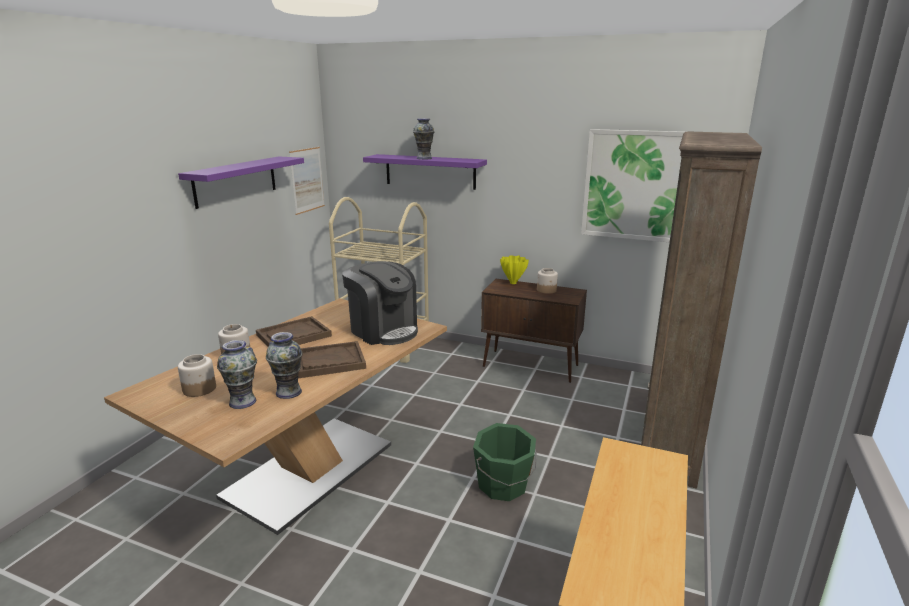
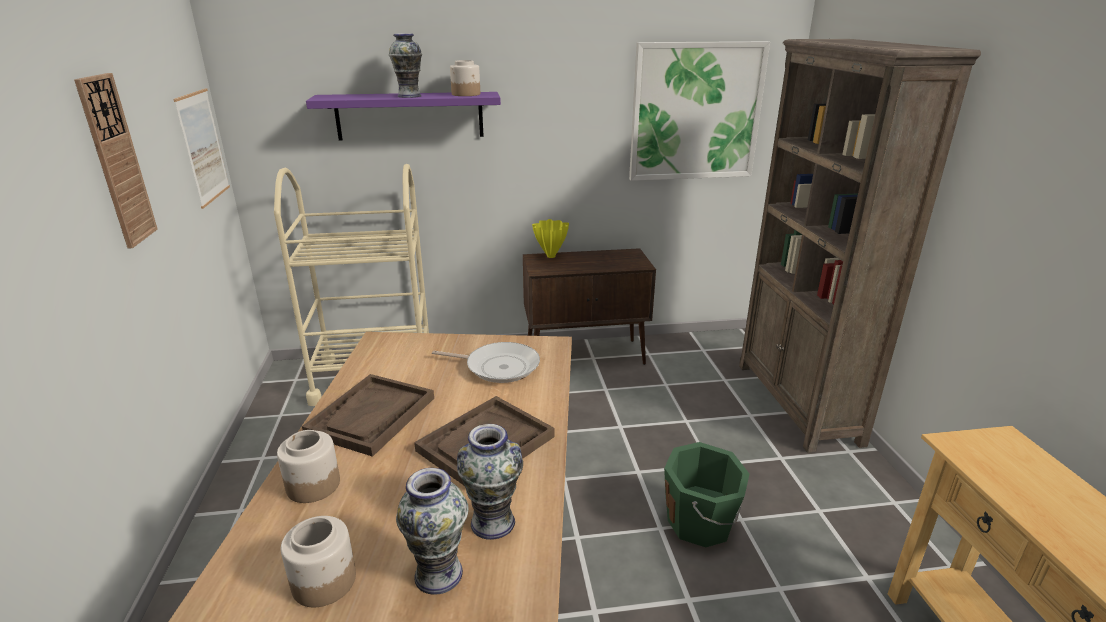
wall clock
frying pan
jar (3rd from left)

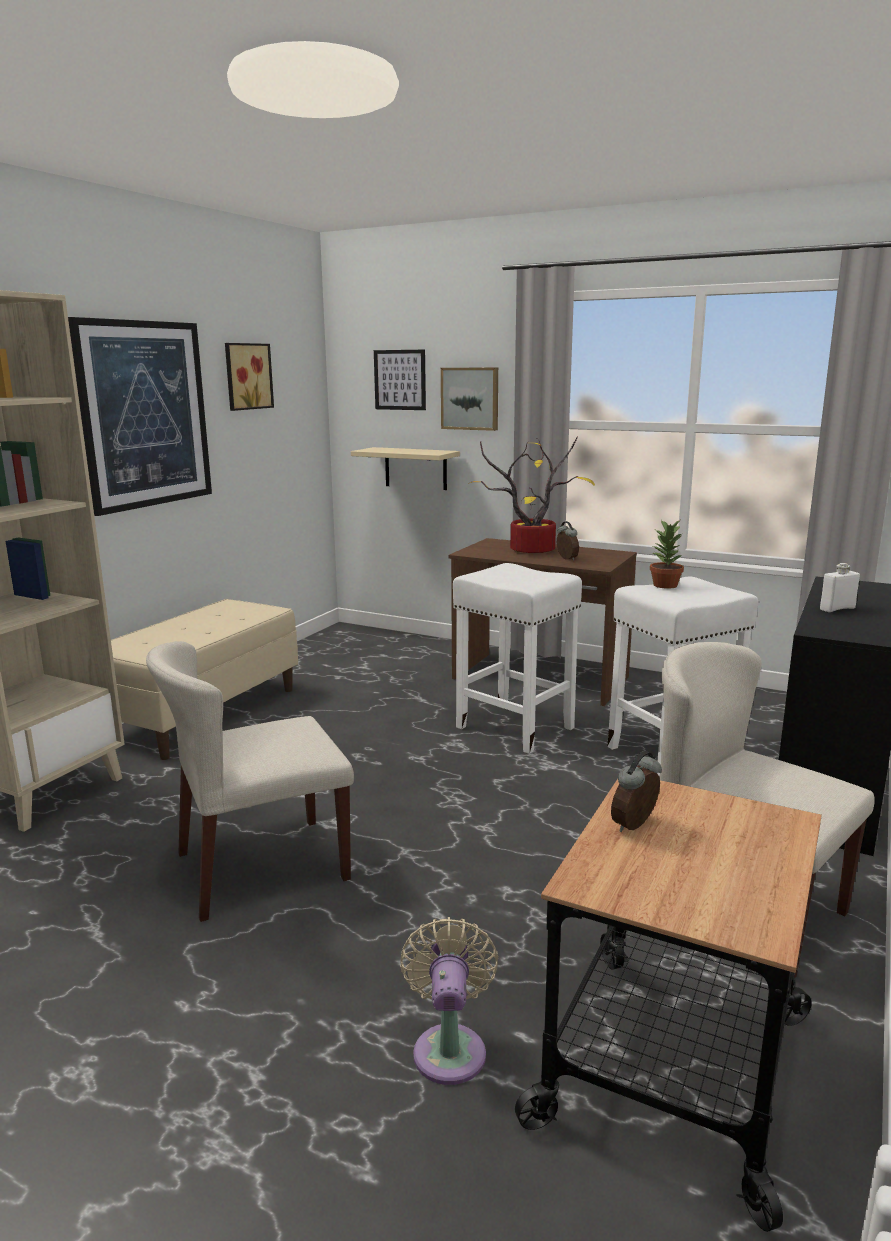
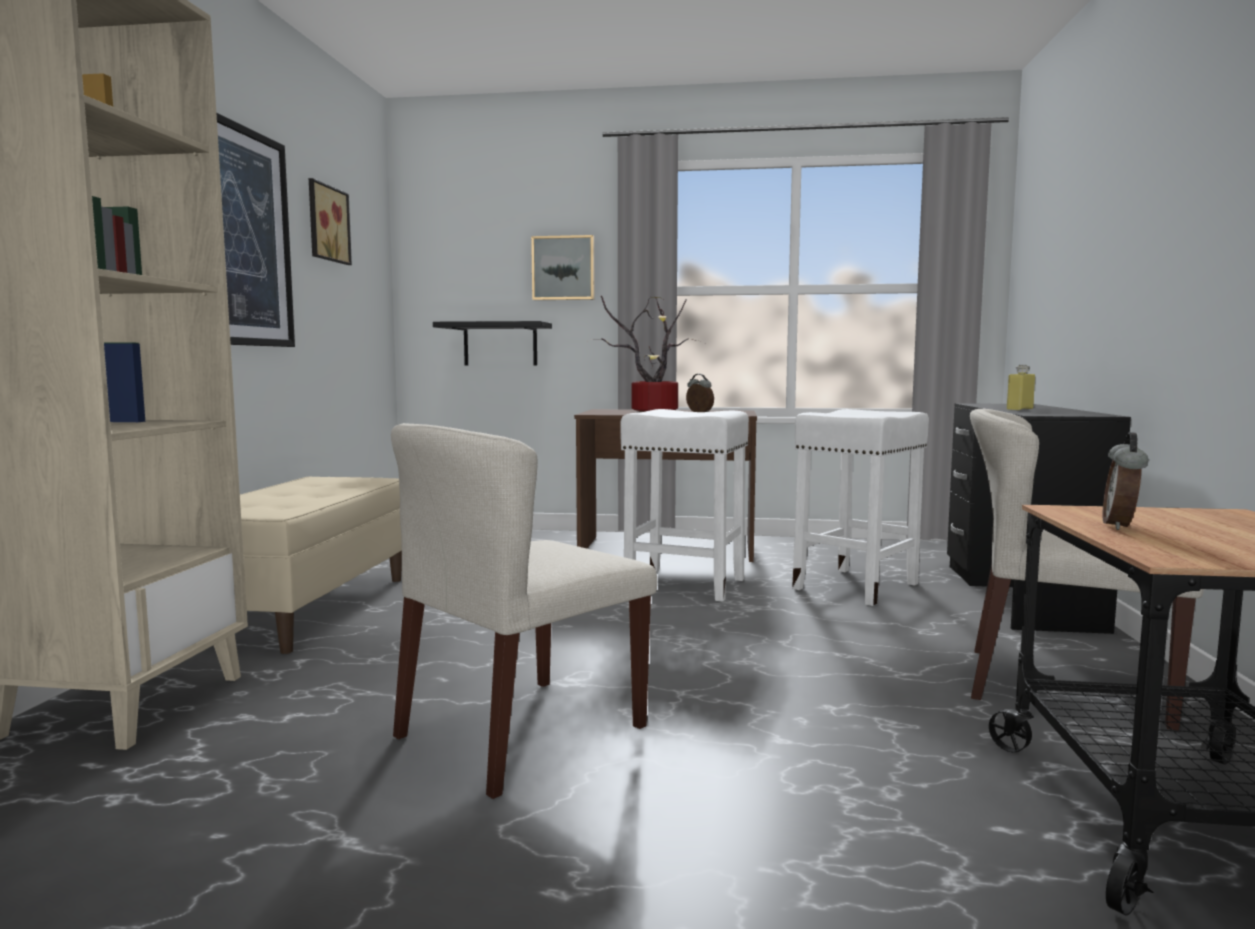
picture (3rd from left in the first image)
shelf (black)
potted plant (2nd from left in the first image)
bottle (yellow)
fan (beige)

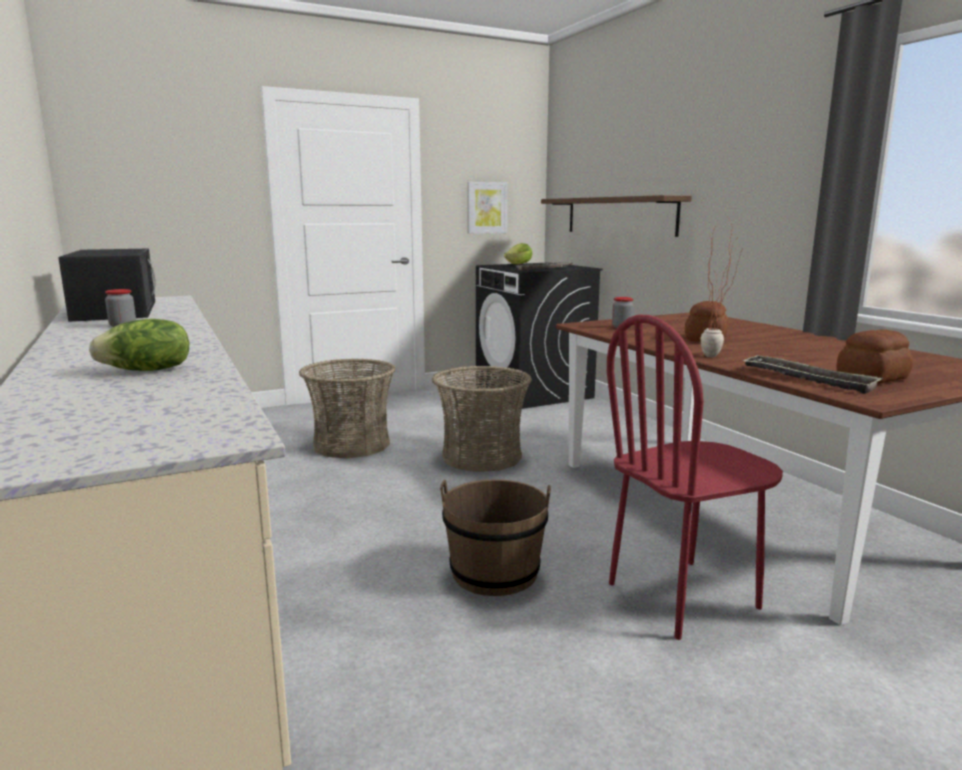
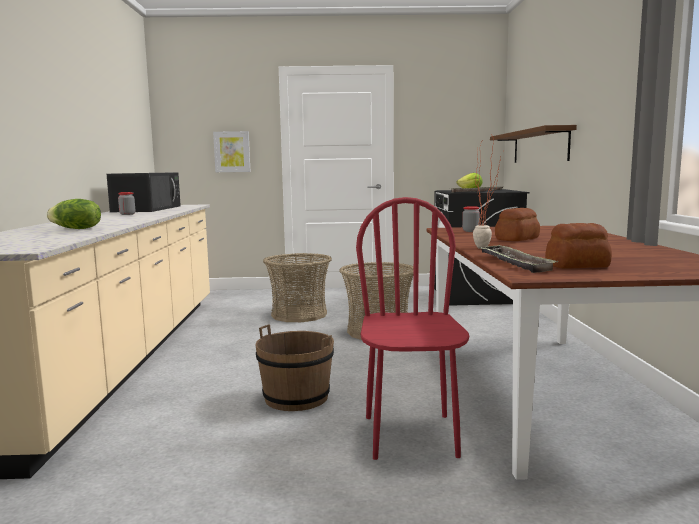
picture
chair (red)

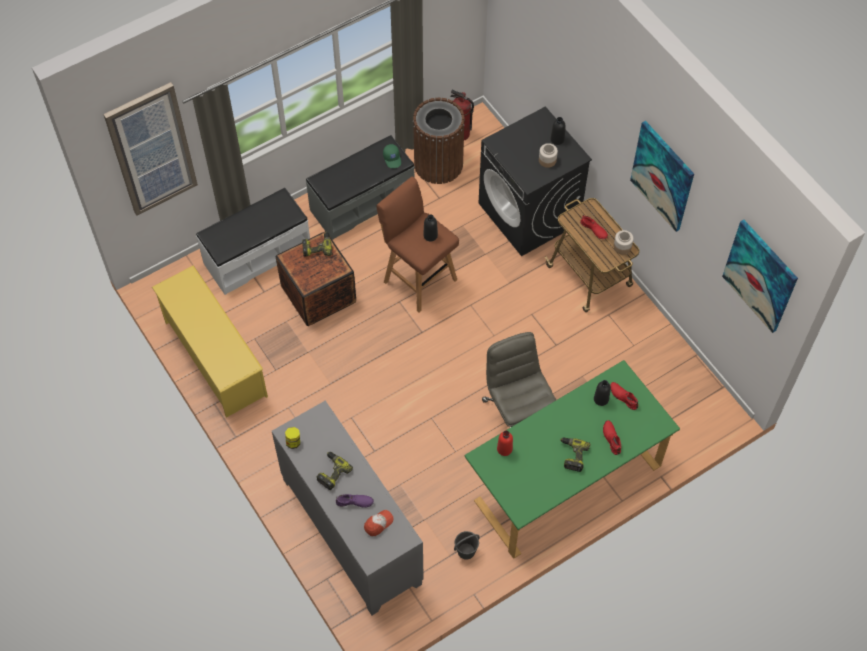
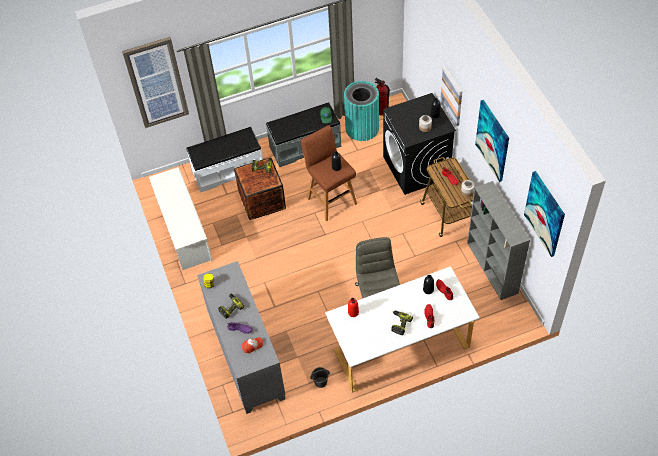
trash can (turquoise)
shoe rack (white)
desk (white)
picture (2nd from left)
bookcase (grey)

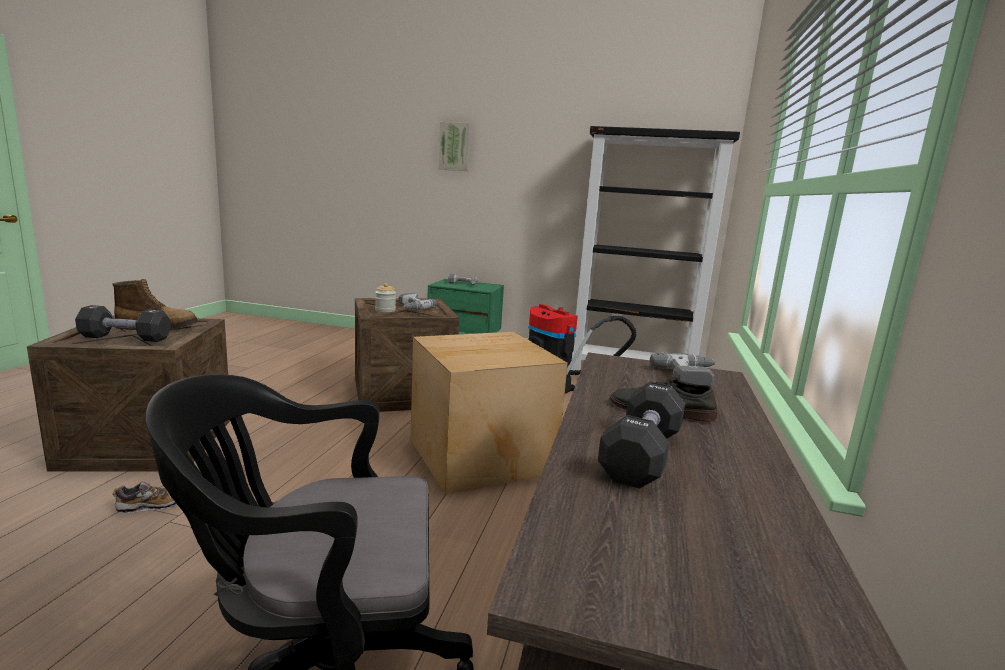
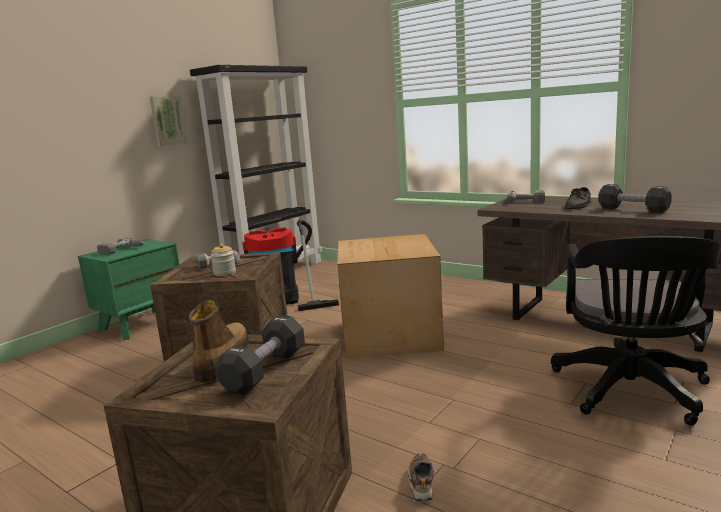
picture

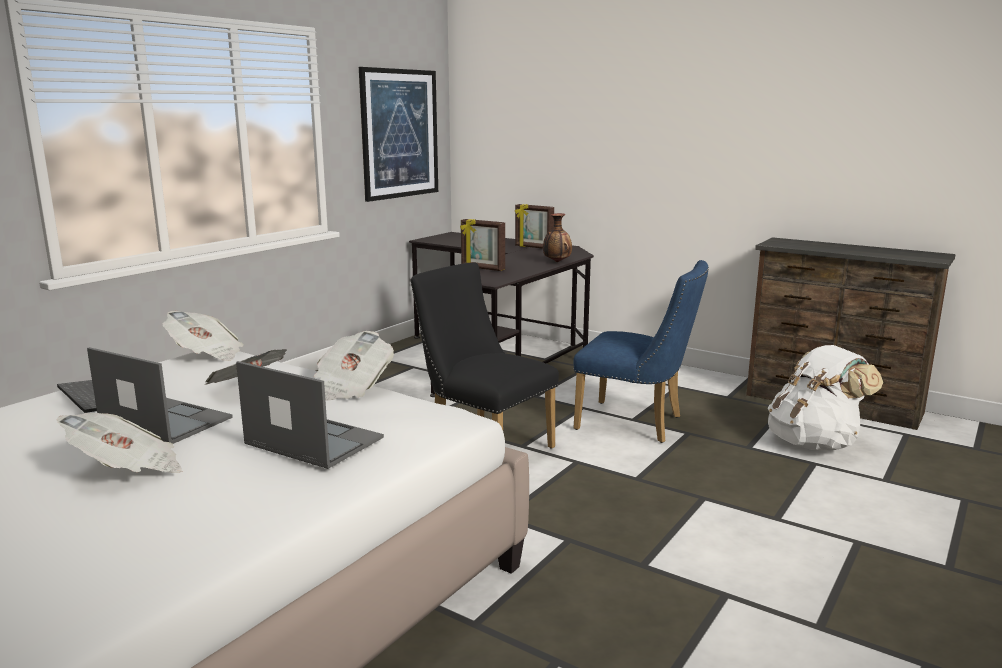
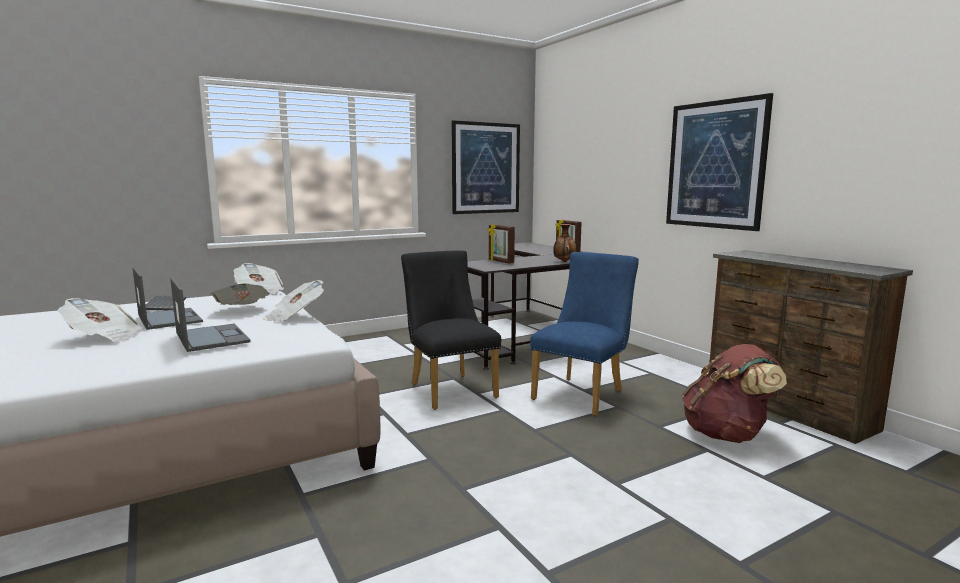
chair (blue)
backpack (brown)
picture (2nd from left)

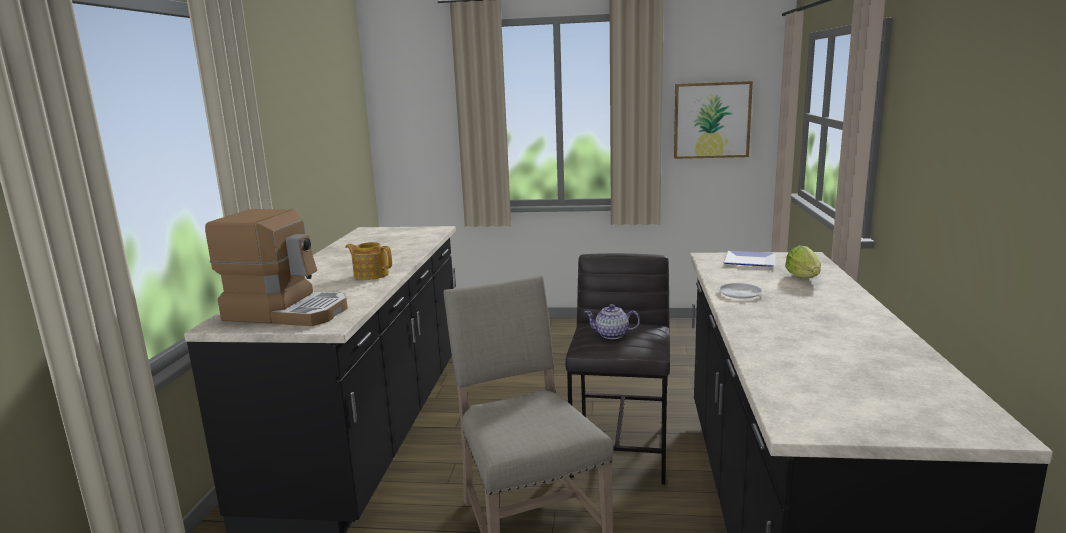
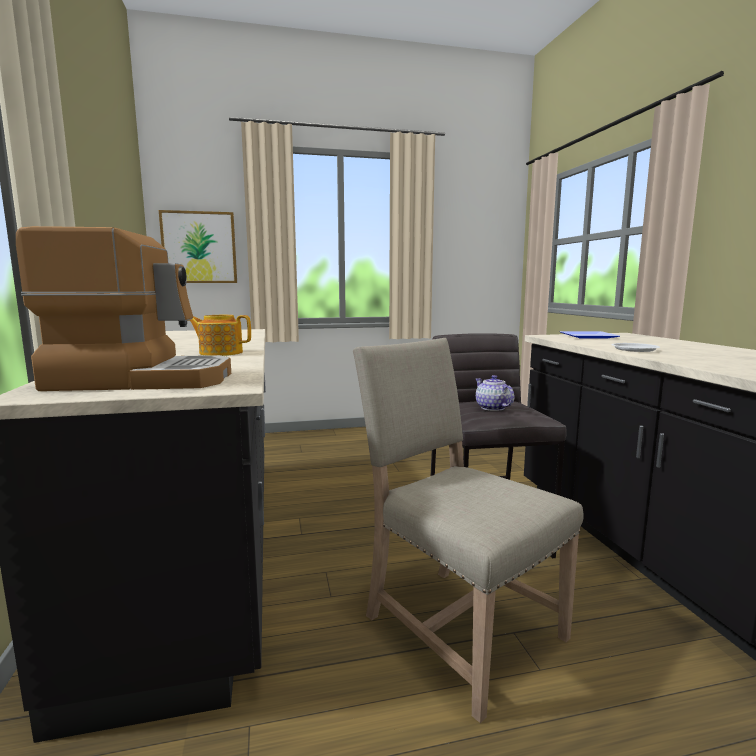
picture
lettuce
teapot (2nd from left)

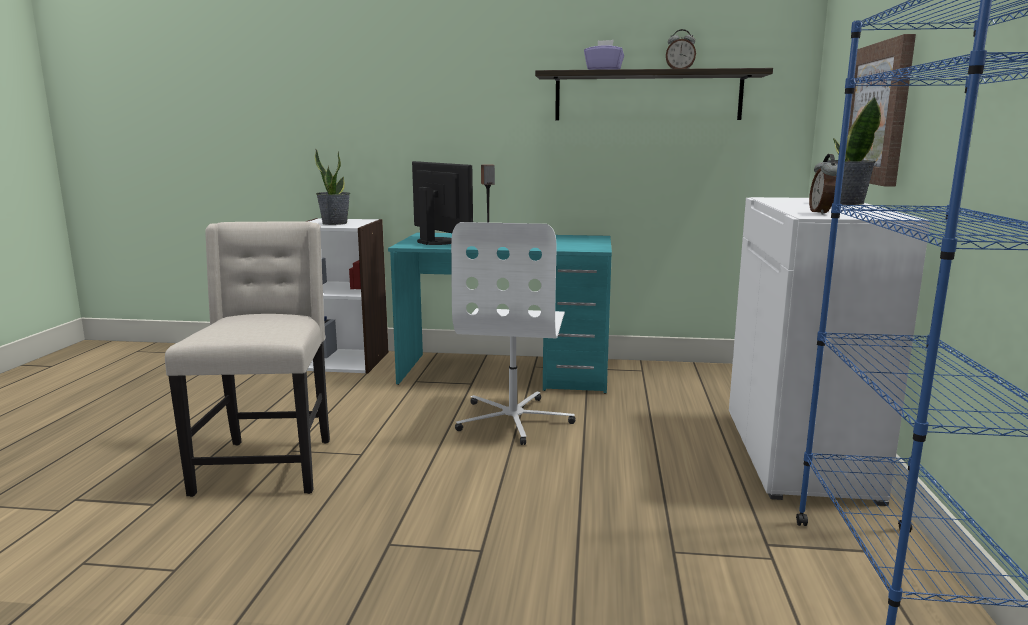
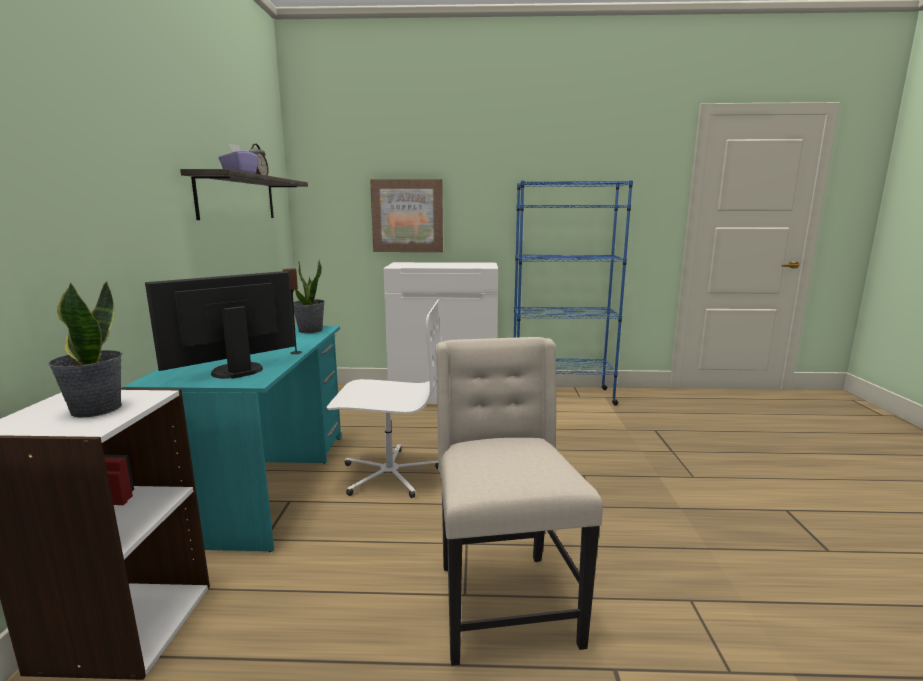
potted plant (2nd from left)
alarm clock (2nd from left in the first image)
chair (beige)

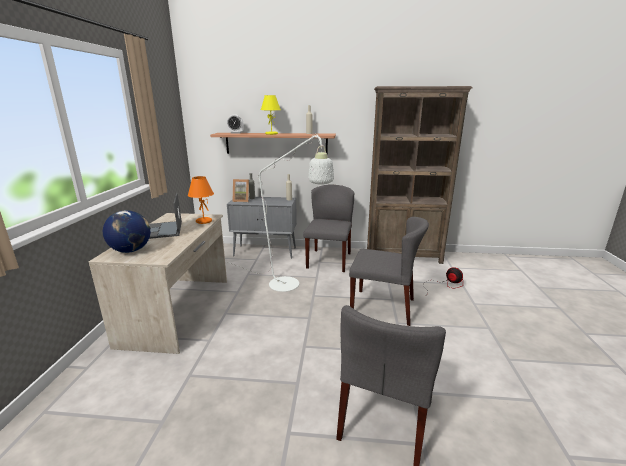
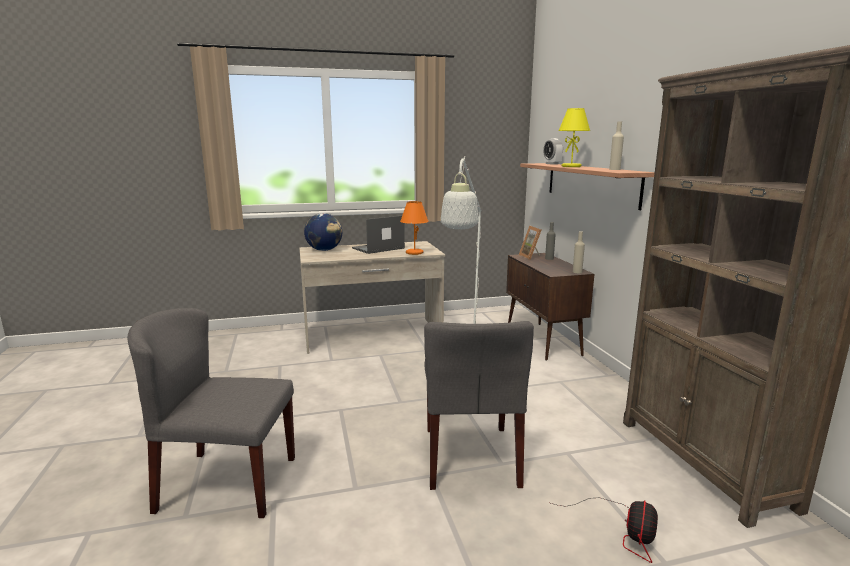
chair (grey) (1st from left in the first image)
cabinet (brown)

